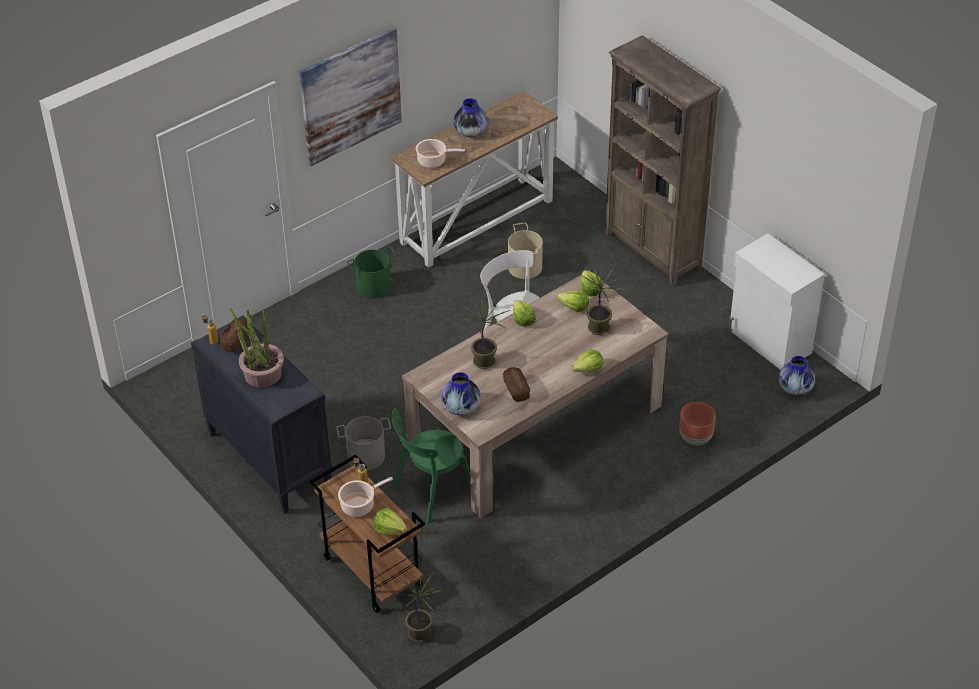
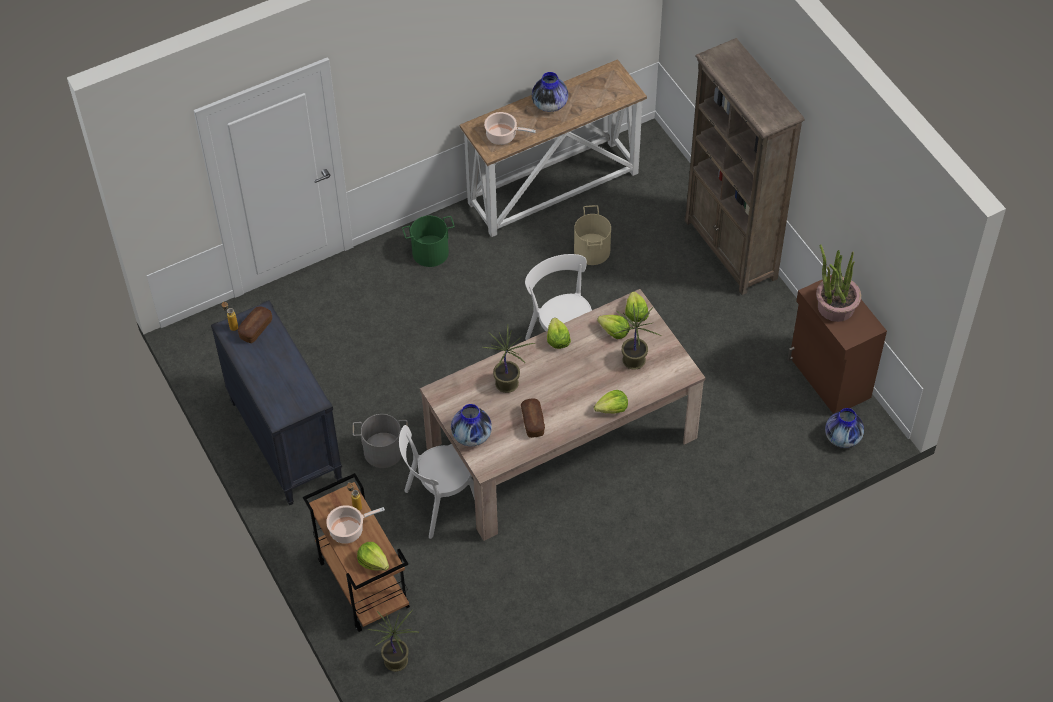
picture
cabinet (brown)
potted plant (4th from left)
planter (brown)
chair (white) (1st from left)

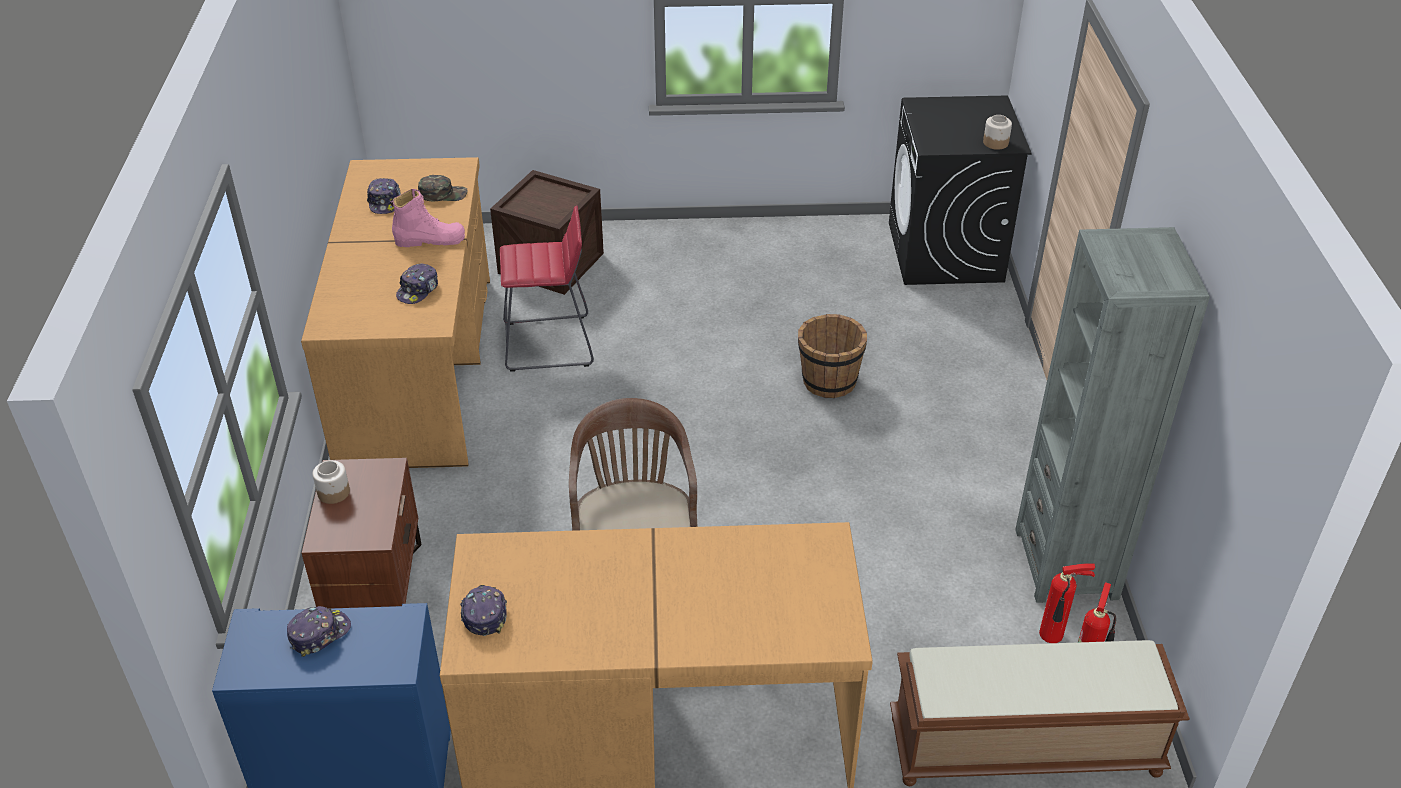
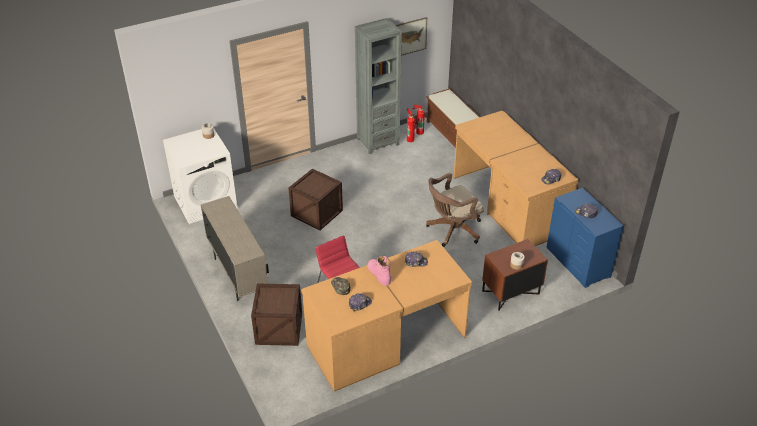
washing machine (white)
crate (2nd from left)
picture
cabinet (beige)

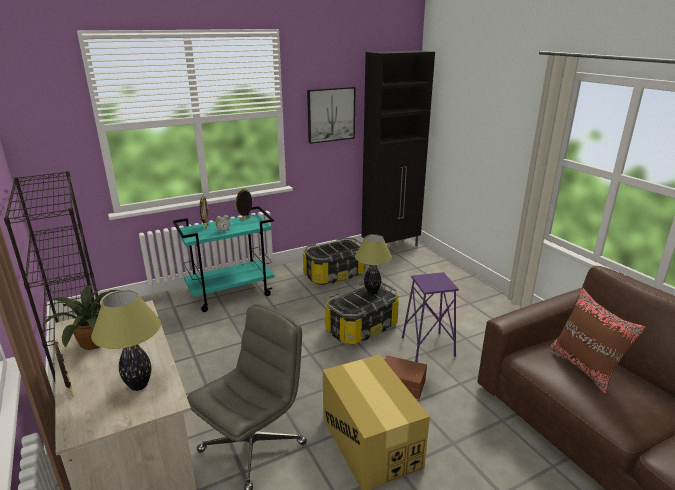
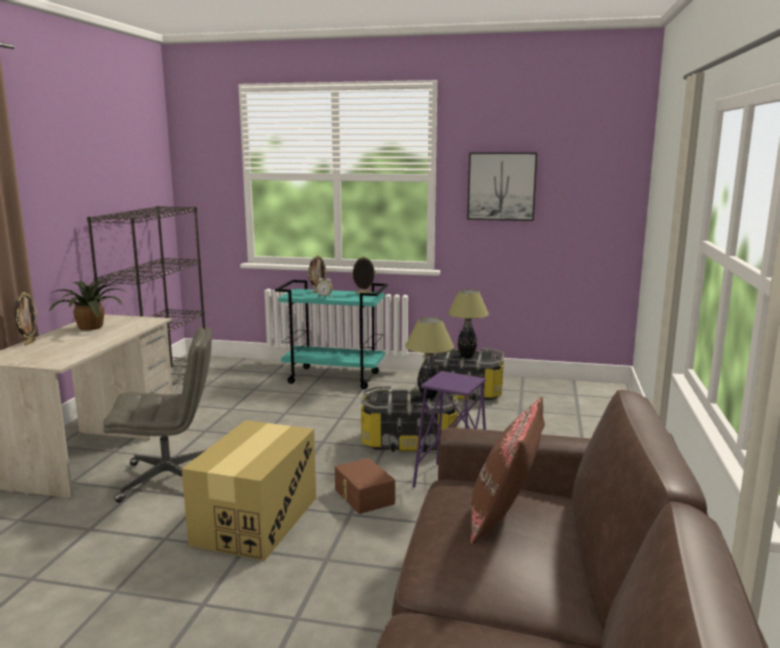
cabinet (black)
table lamp (2nd from left)

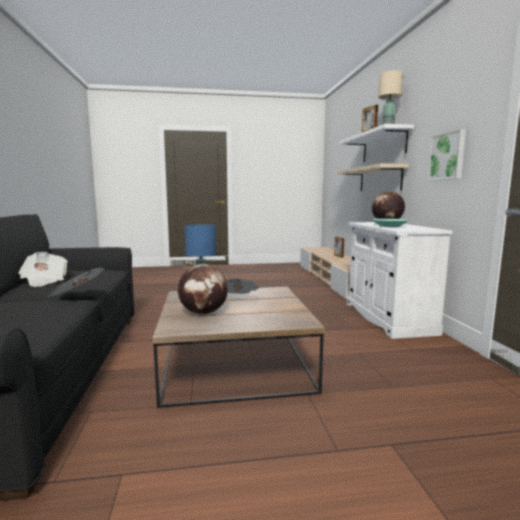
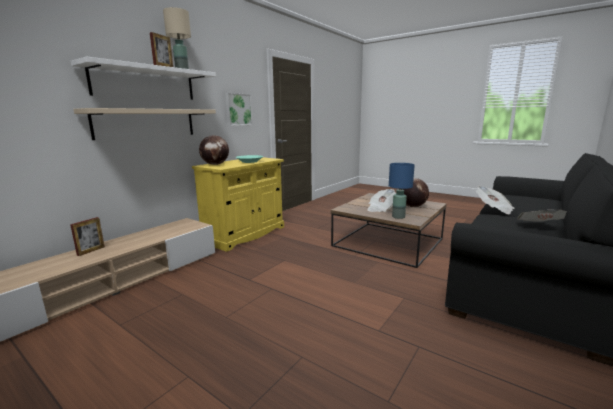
cabinet (yellow)

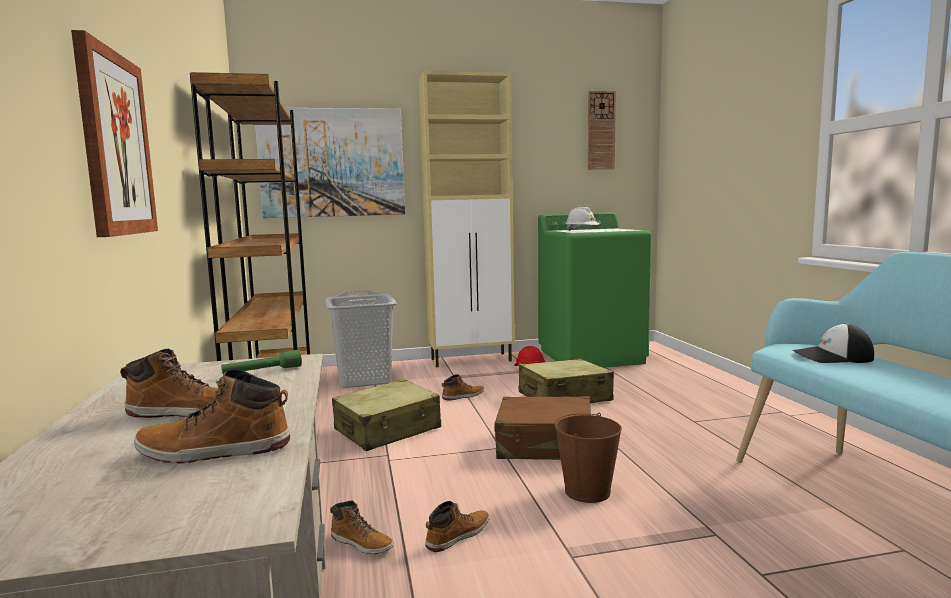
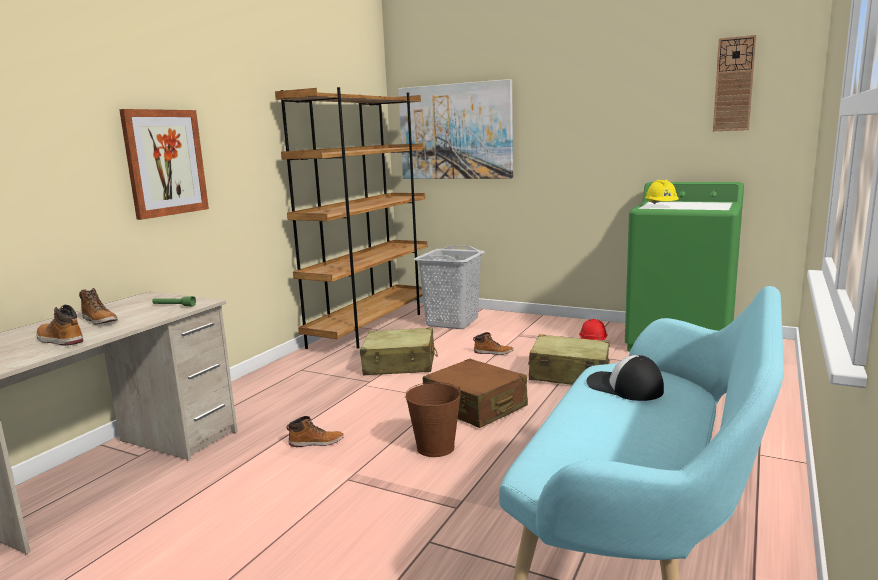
cabinet (beige)
hard hat (yellow)
boot (3rd from left in the first image)

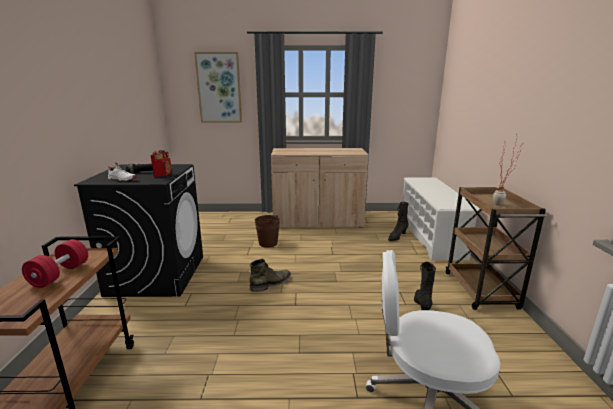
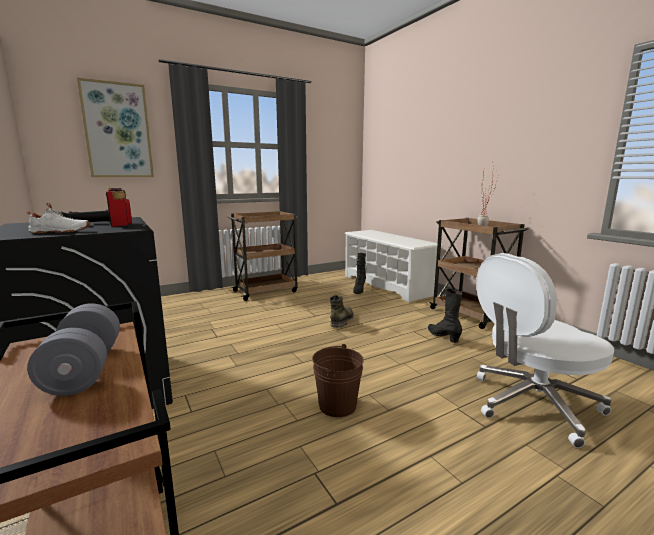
cart (brown) (2nd from left)
bucket (brown)
dumbbell (grey)
boot (green)

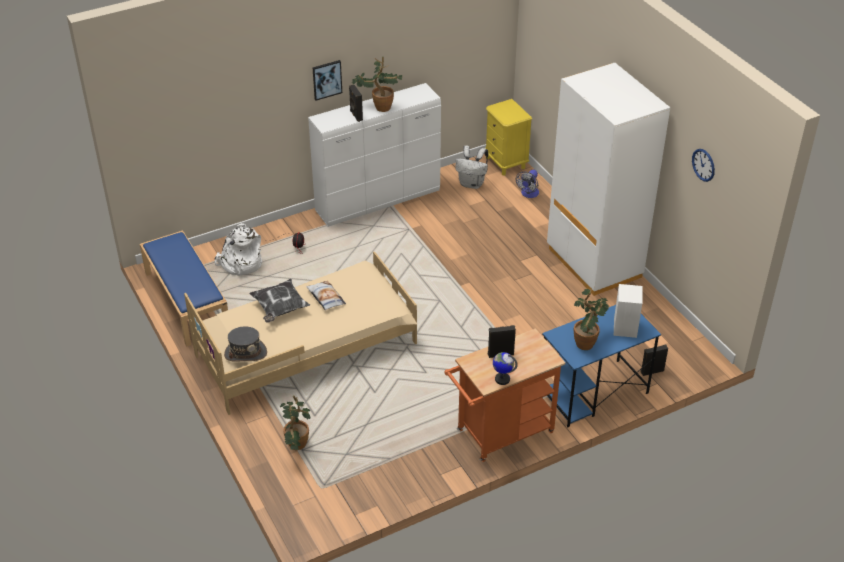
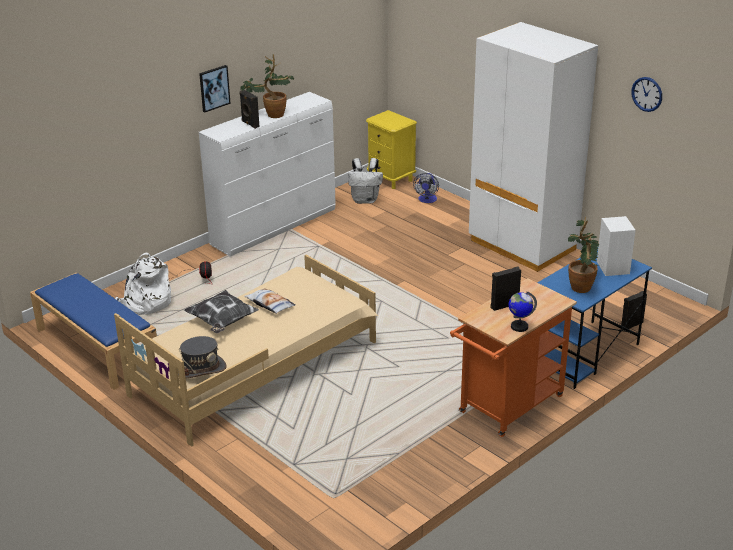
potted plant (1st from left in the first image)

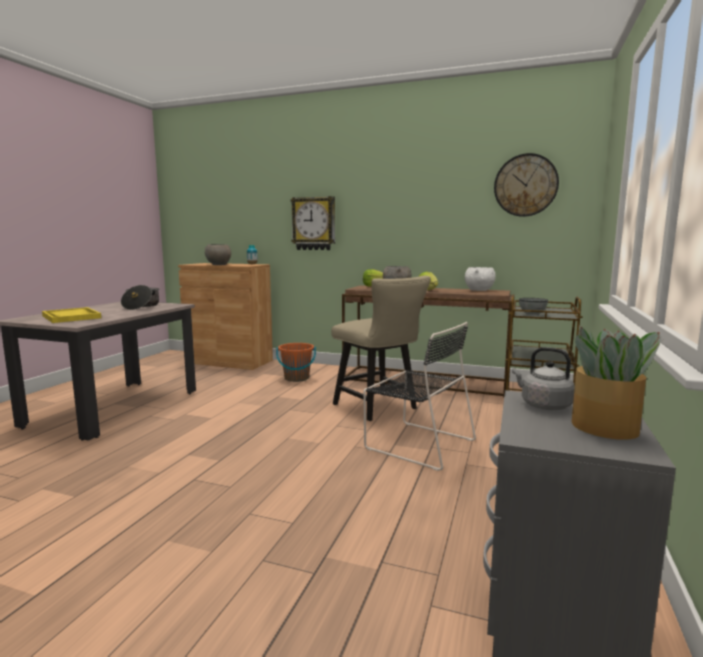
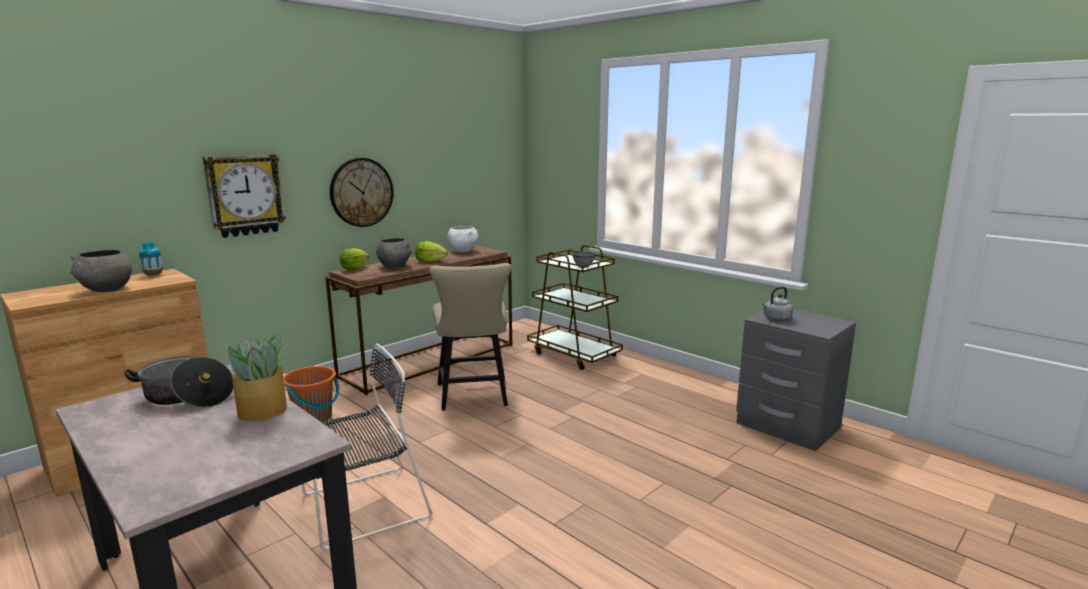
wall clock (2nd from left)
chair (beige)
tray (yellow)
chair (black)
potted plant

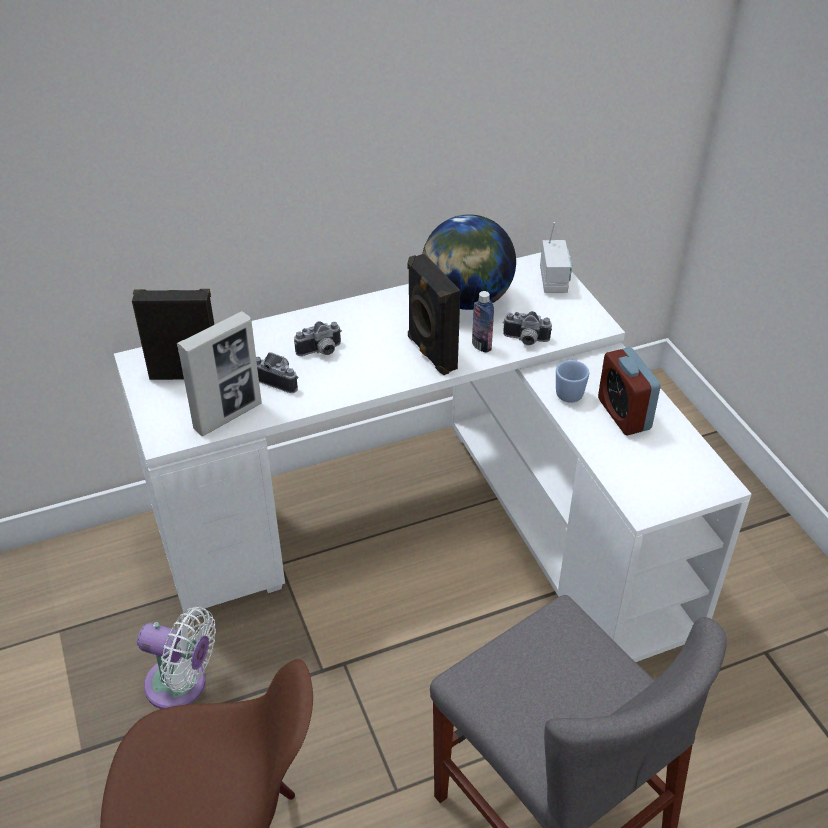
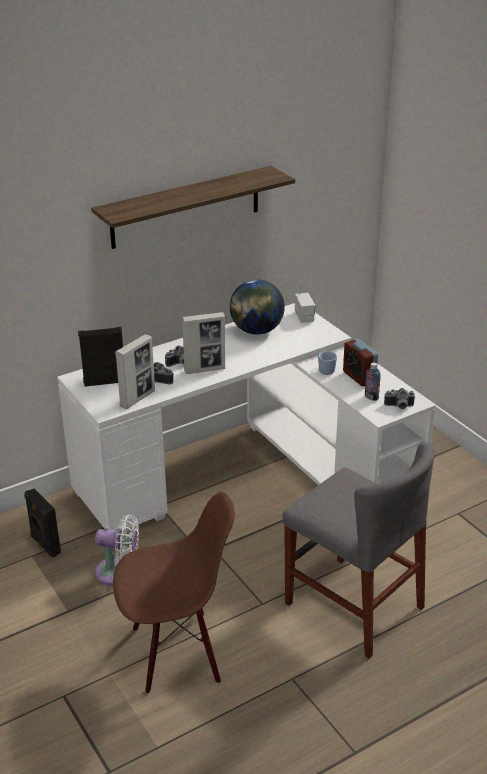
speaker (black) (1st from left)
bottle
photo camera (3rd from left)
shelf
picture frame (2nd from left)

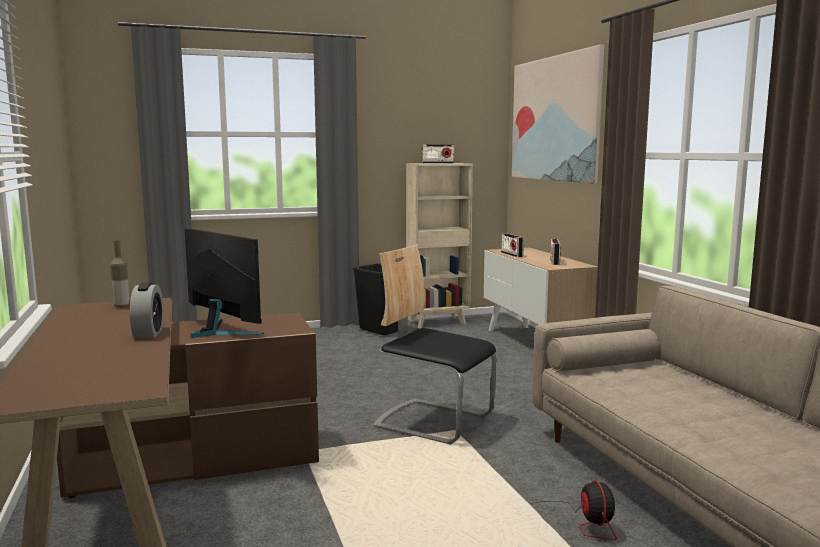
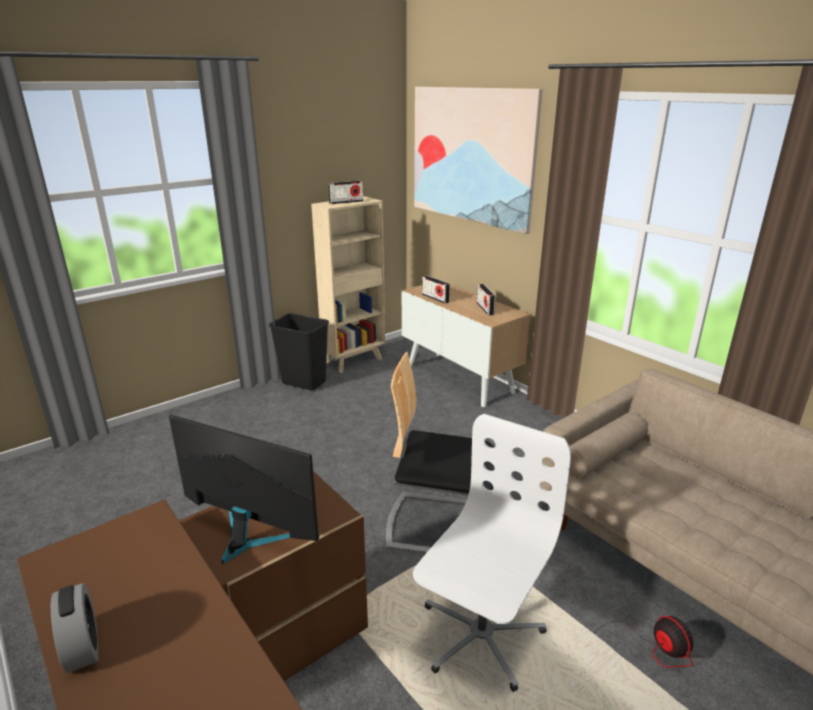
bottle
alarm clock
office chair (white)

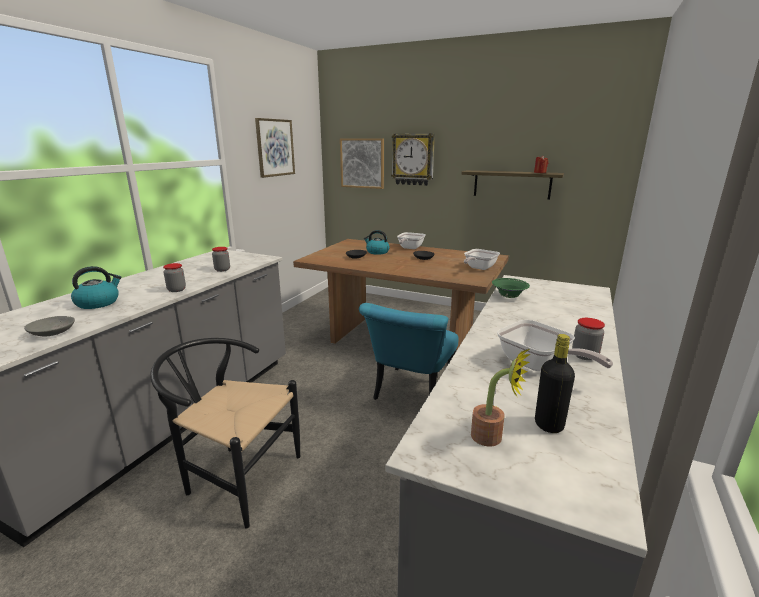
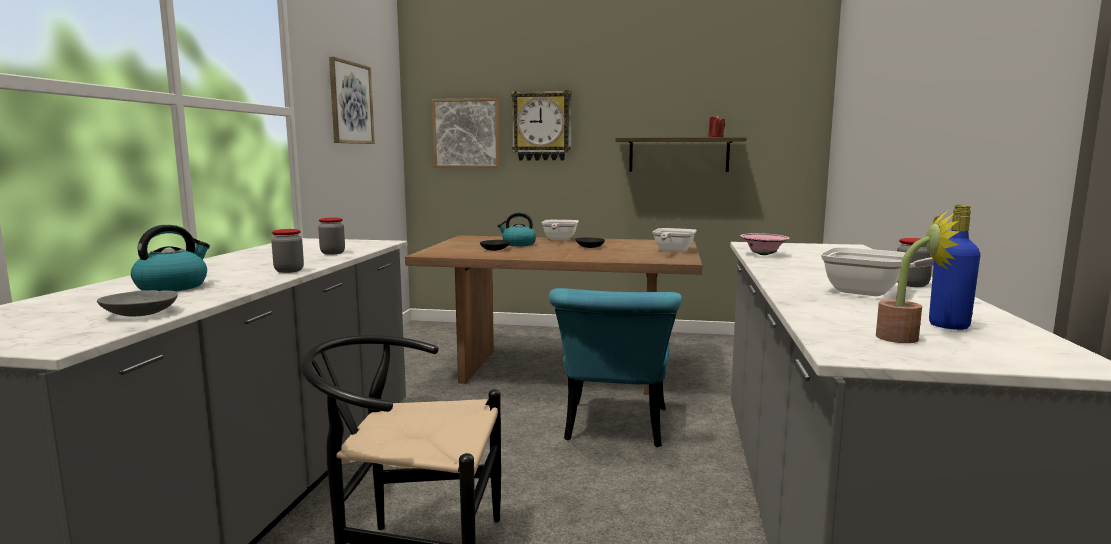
bowl (pink)
bottle (blue)

